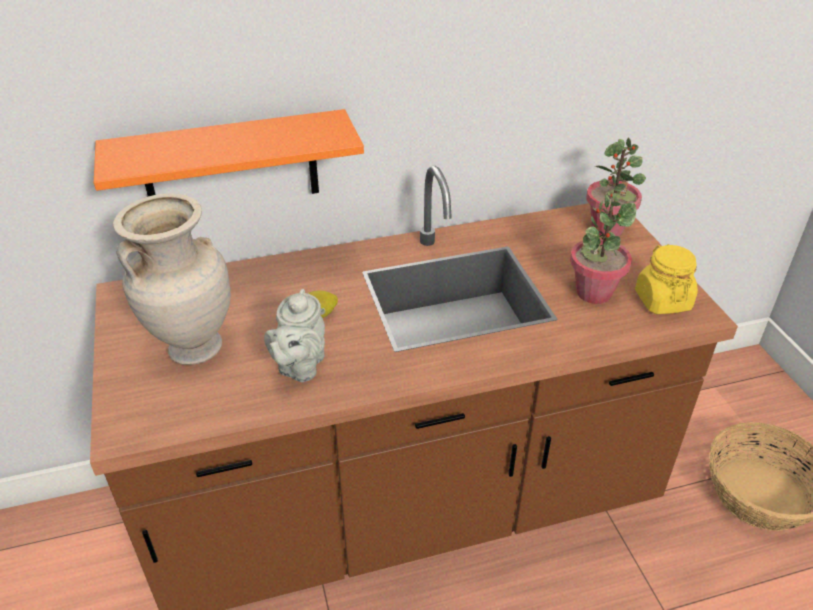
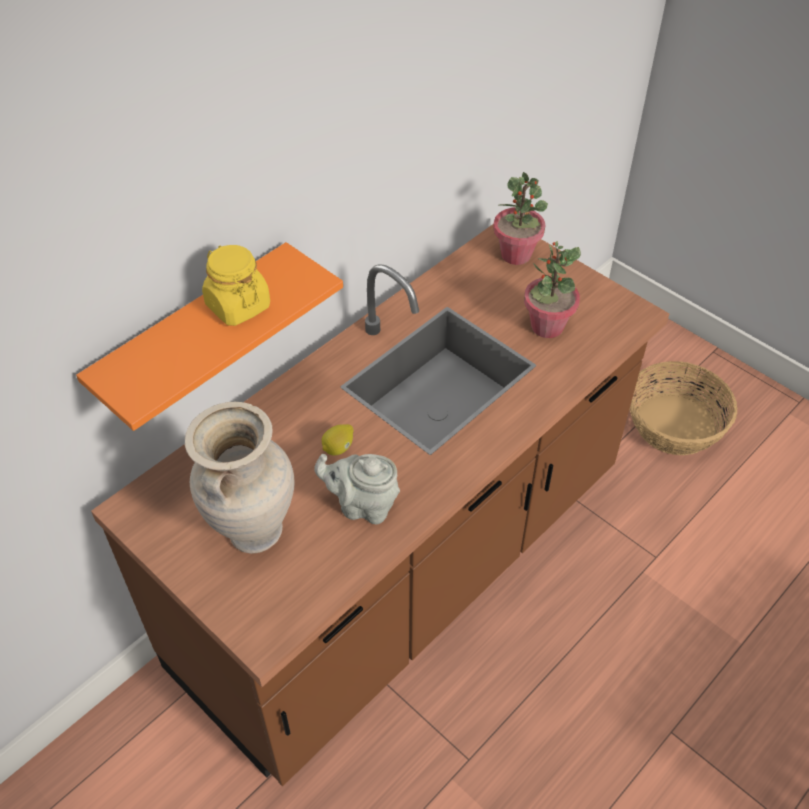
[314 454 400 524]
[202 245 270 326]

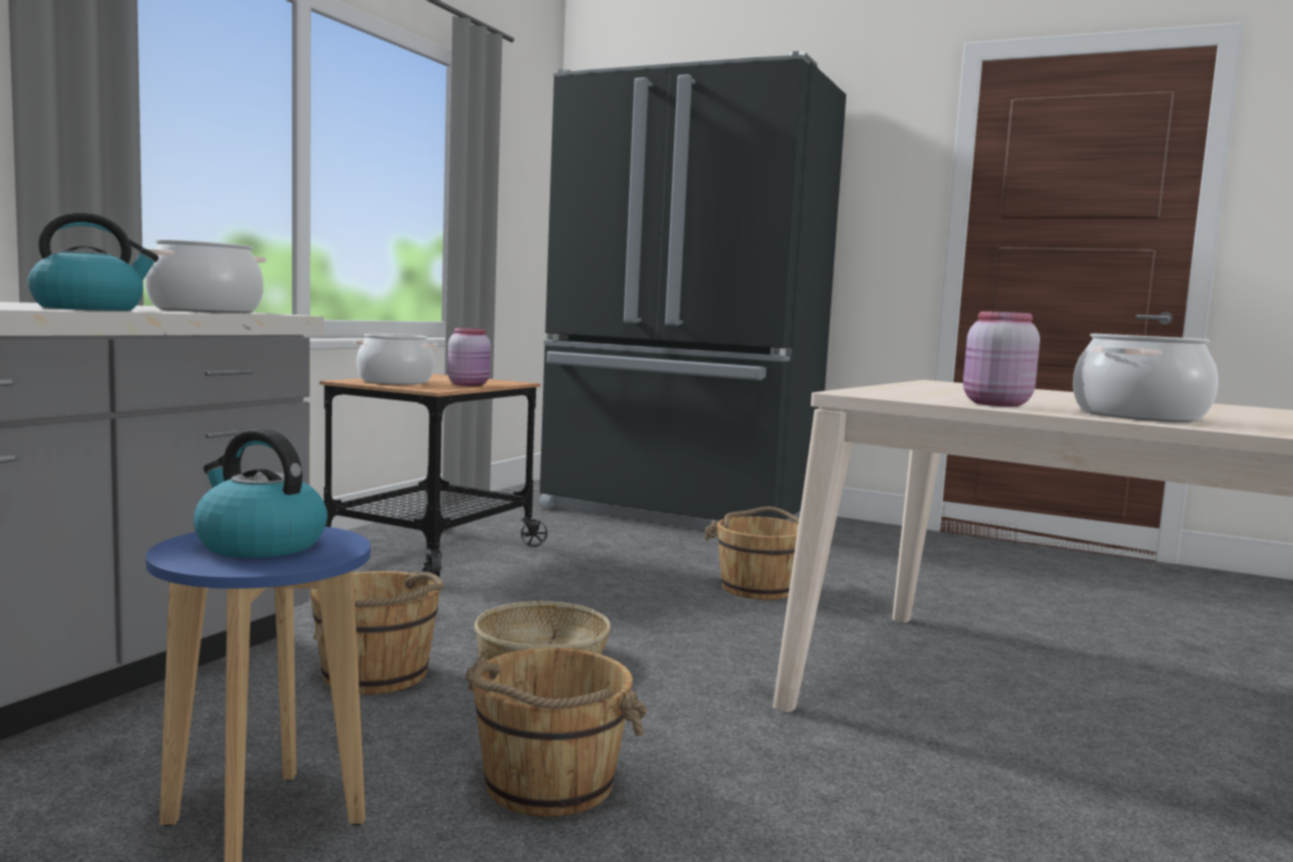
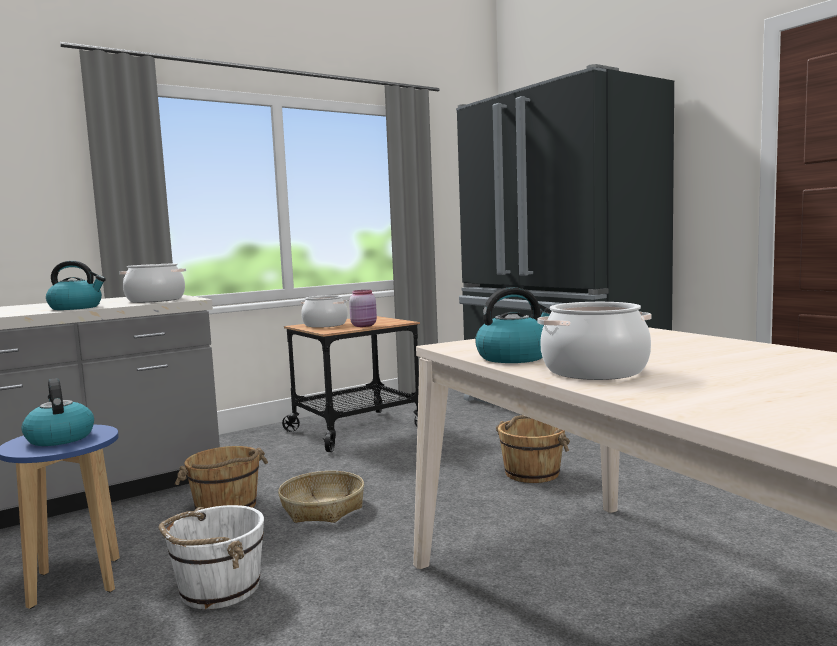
[159 505 264 610]
[475 287 552 363]

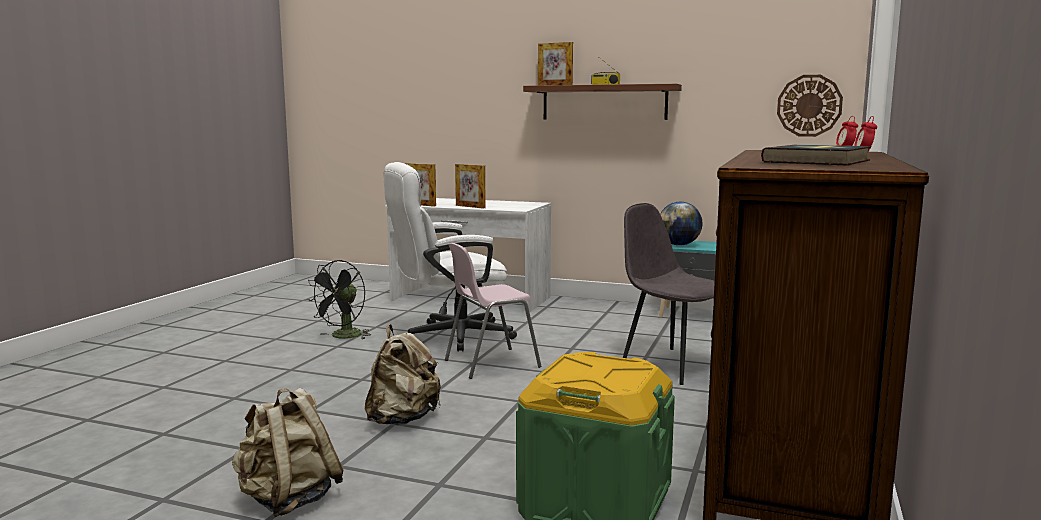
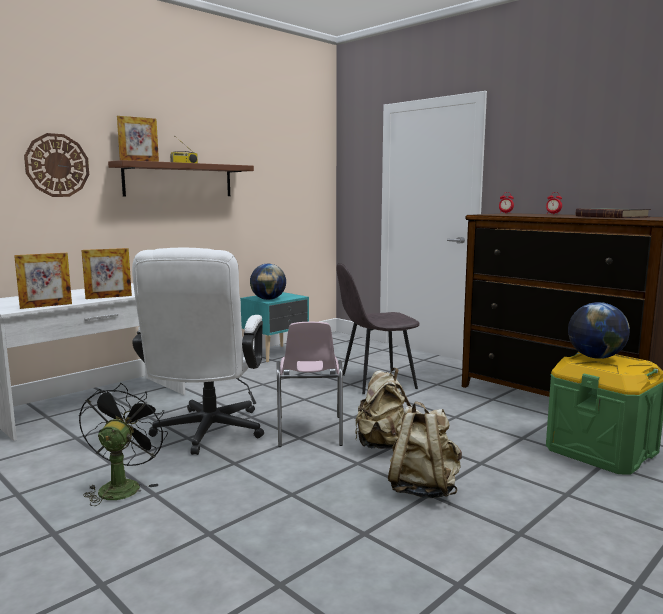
[355 368 412 449]
[79 383 168 506]
[24 133 89 197]
[568 302 630 359]

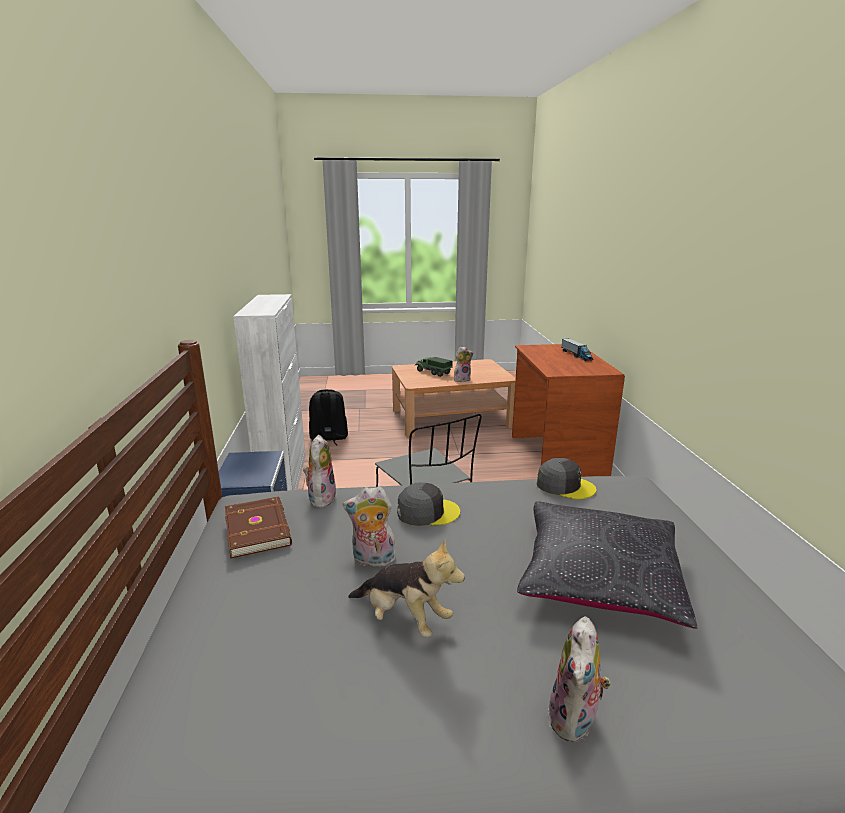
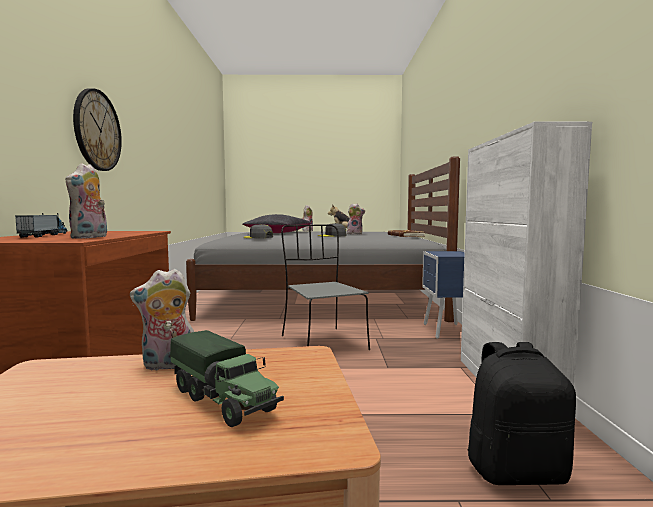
[65 163 107 239]
[73 88 122 171]

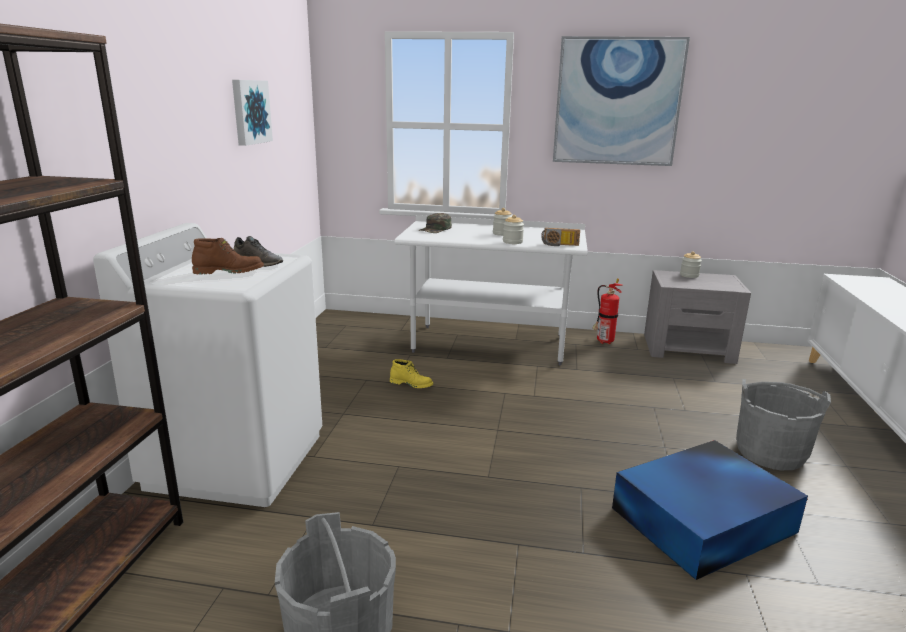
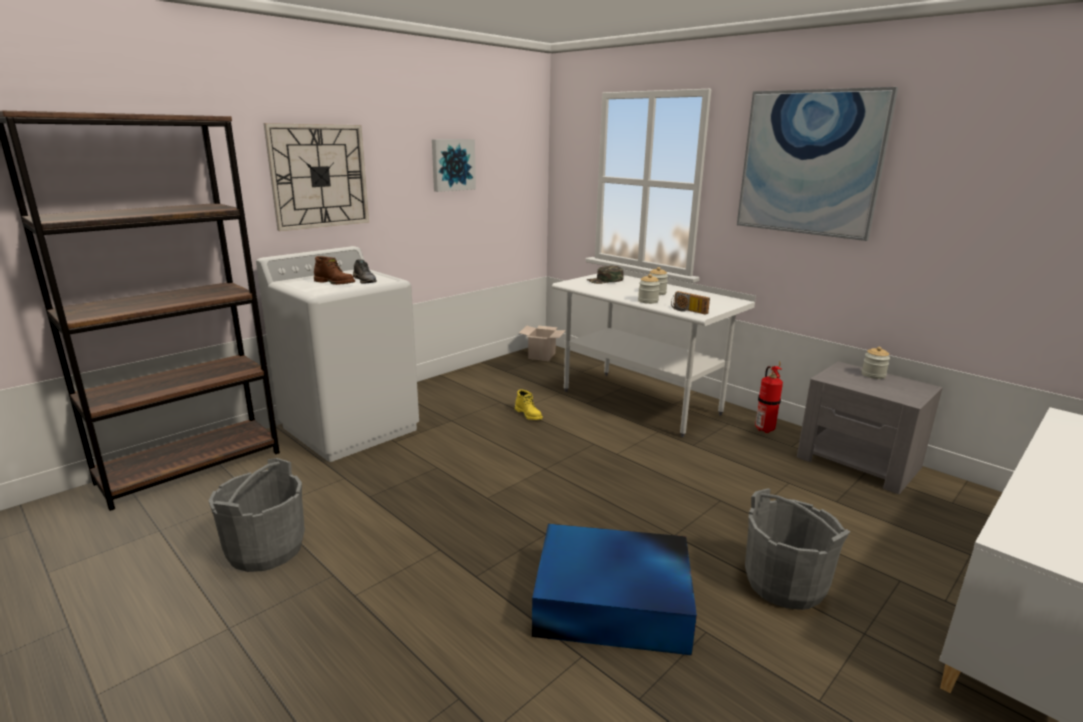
[264 123 369 231]
[519 326 565 361]

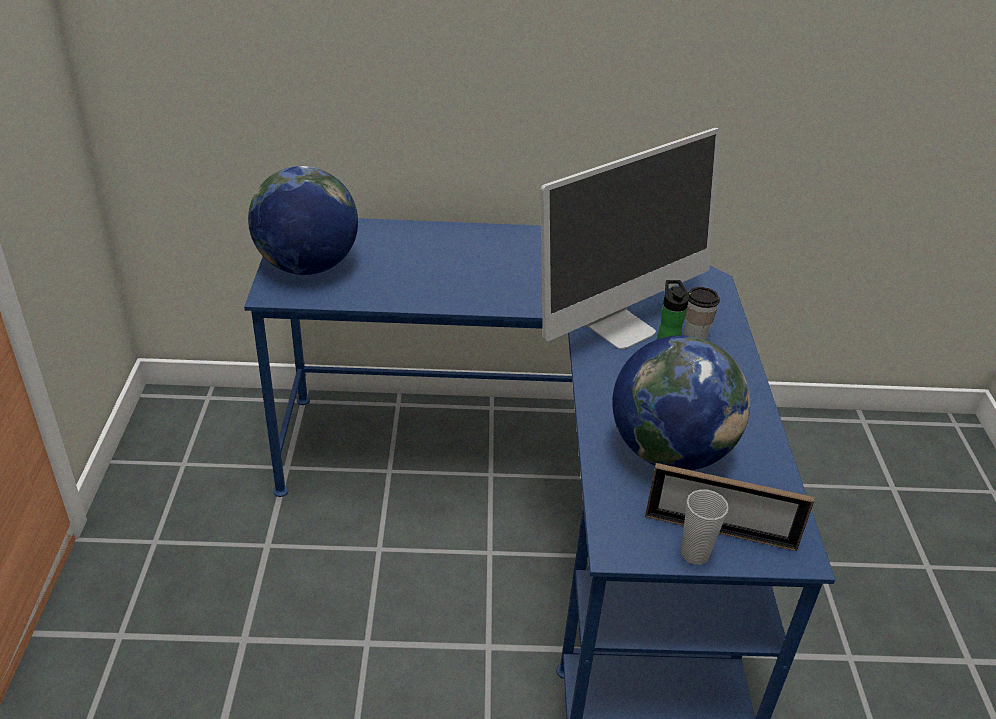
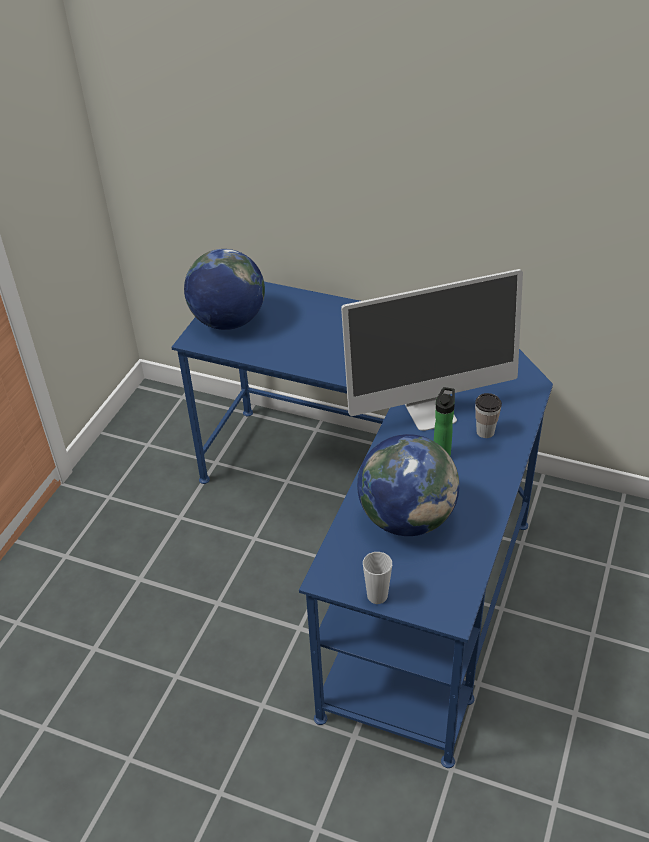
[645 463 814 551] (first image)

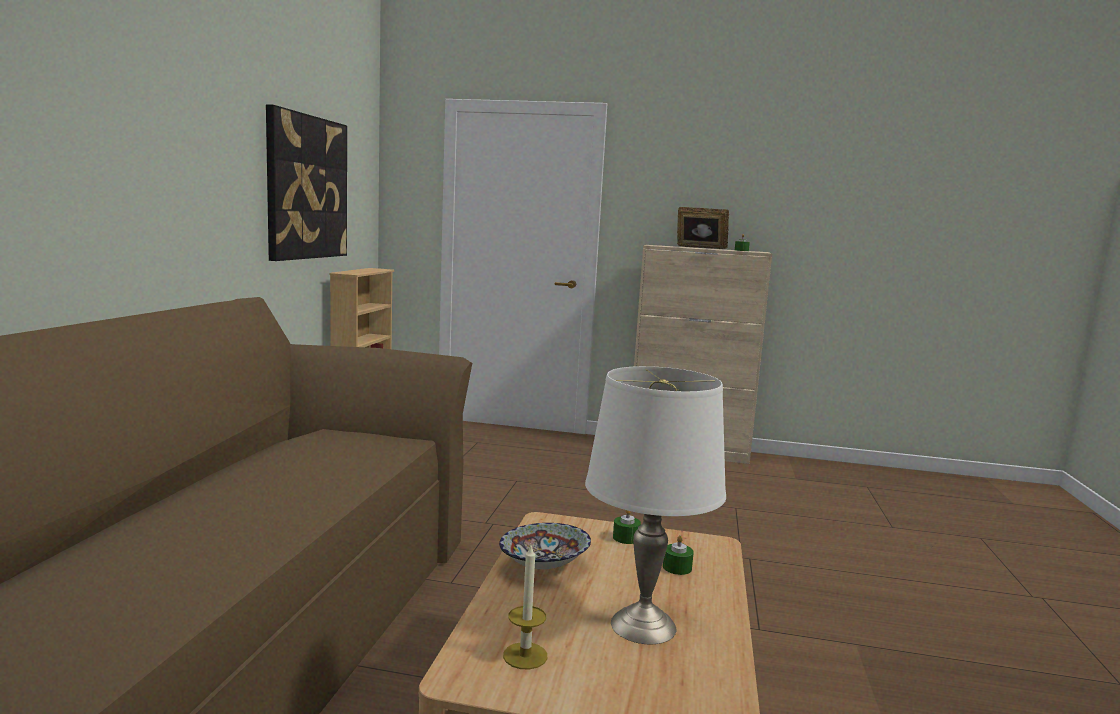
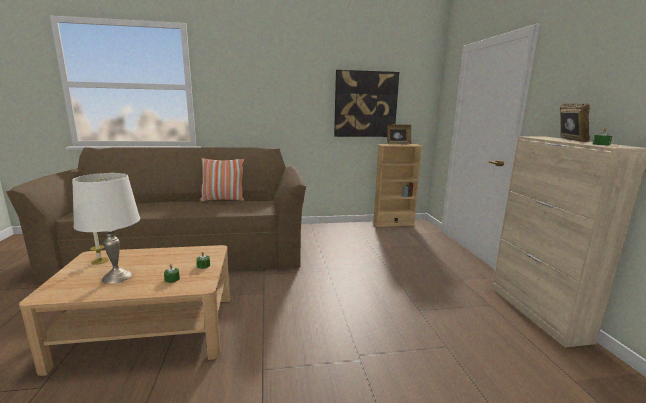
[499 523 591 569] (first image)
[199 158 244 202]
[387 125 412 145]

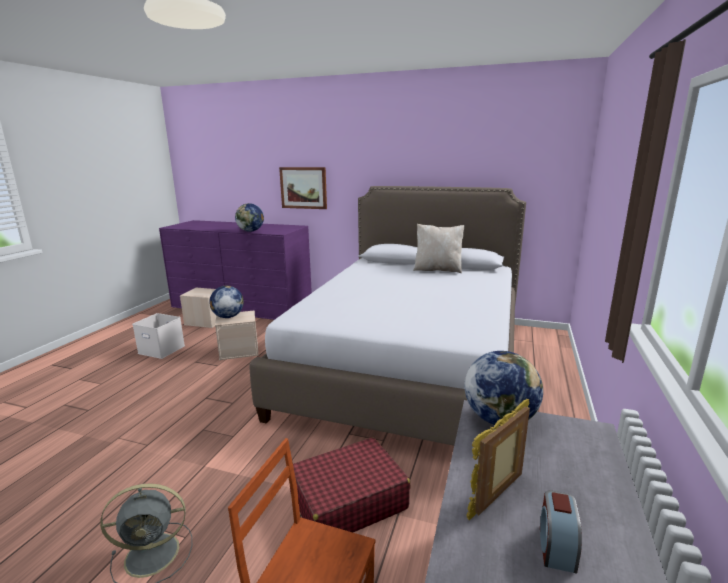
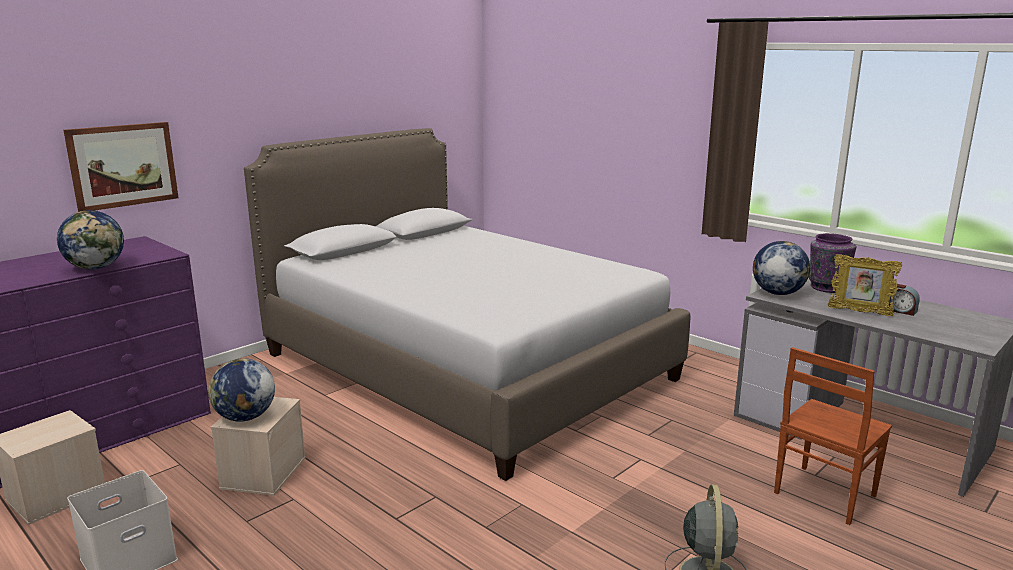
[290 437 410 532] (first image)
[413 224 465 273] (first image)
[828 254 902 316]
[808 233 856 293]

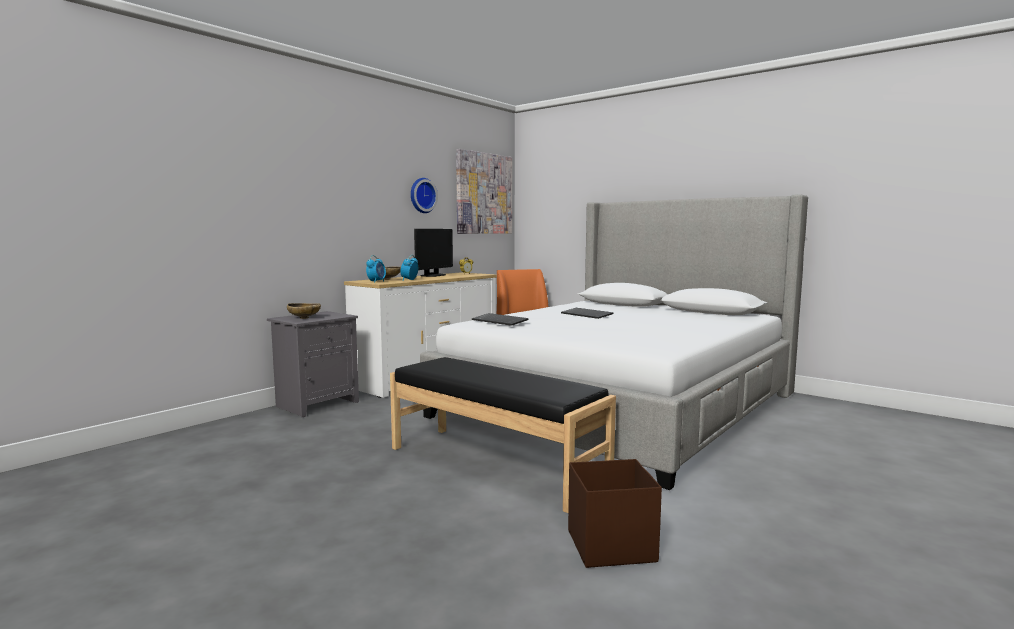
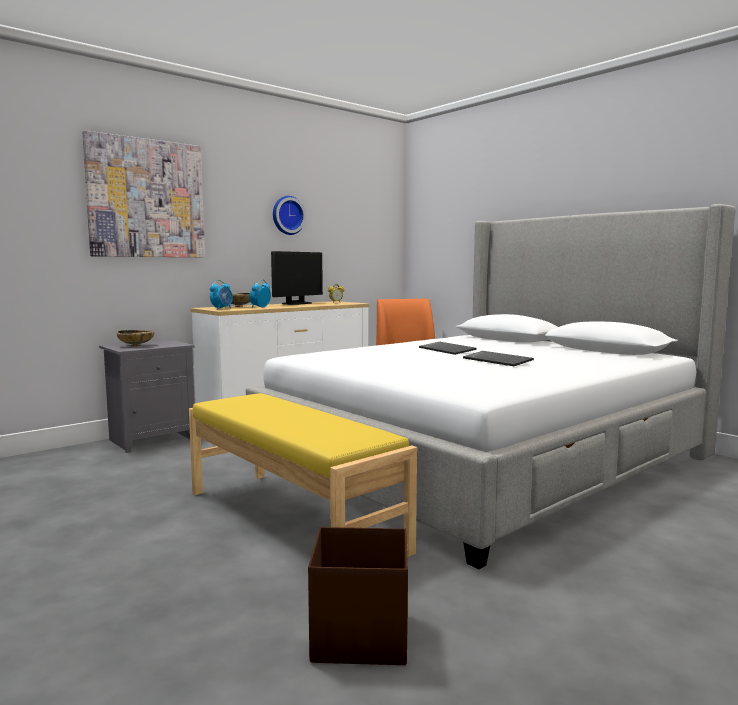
[189 393 417 557]
[82 130 205 257]
[463 351 534 366]

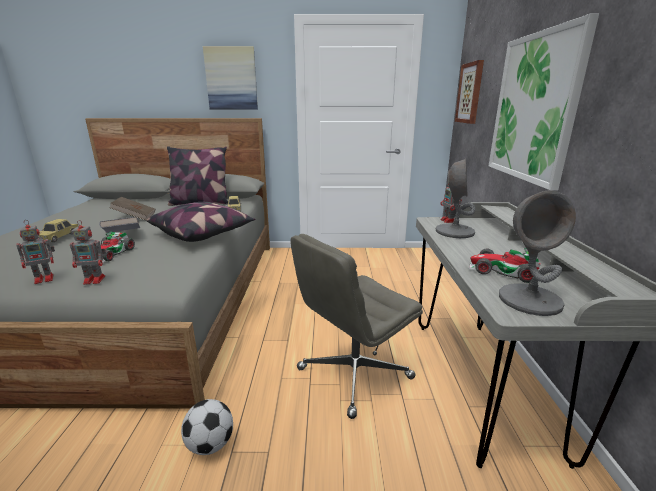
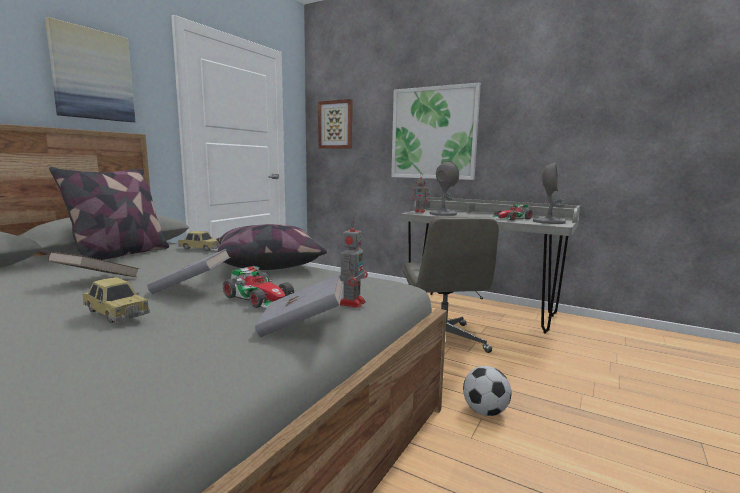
[255 275 344 337]

